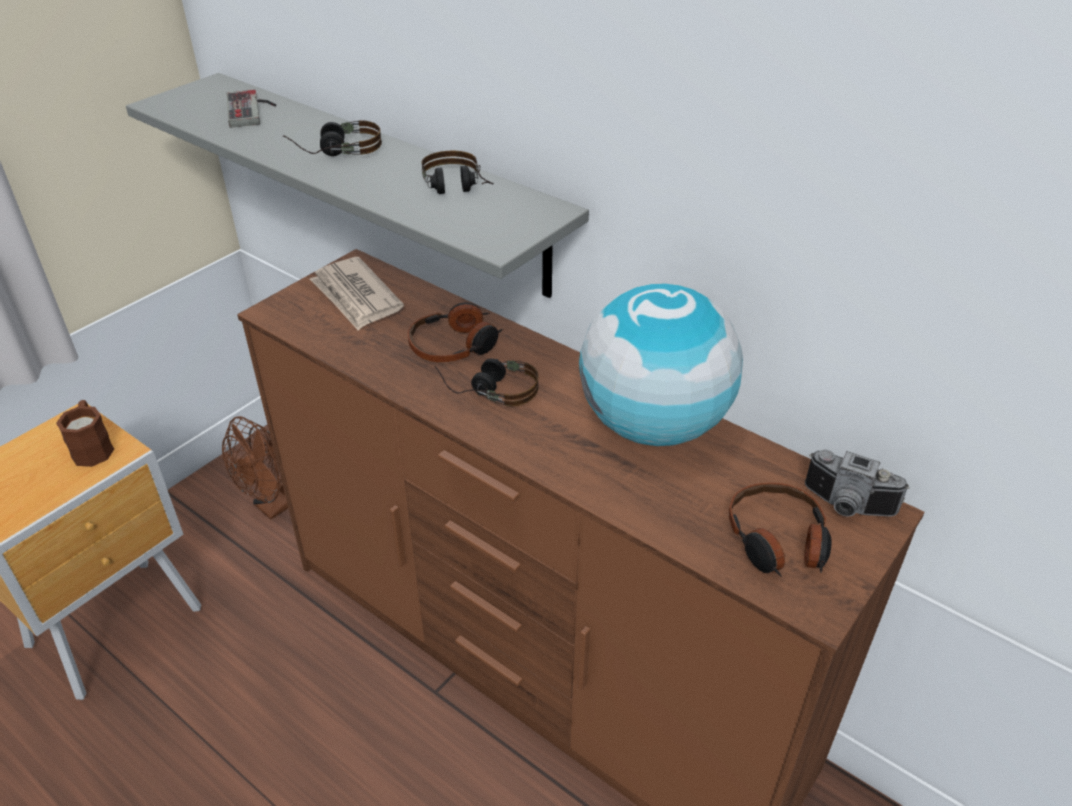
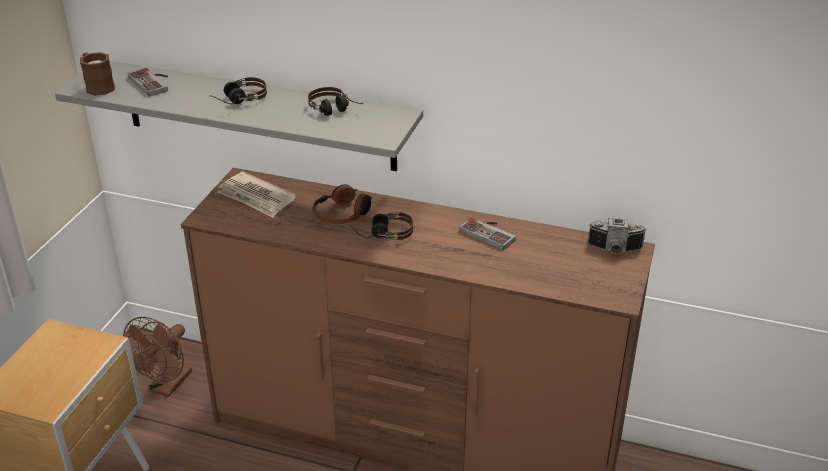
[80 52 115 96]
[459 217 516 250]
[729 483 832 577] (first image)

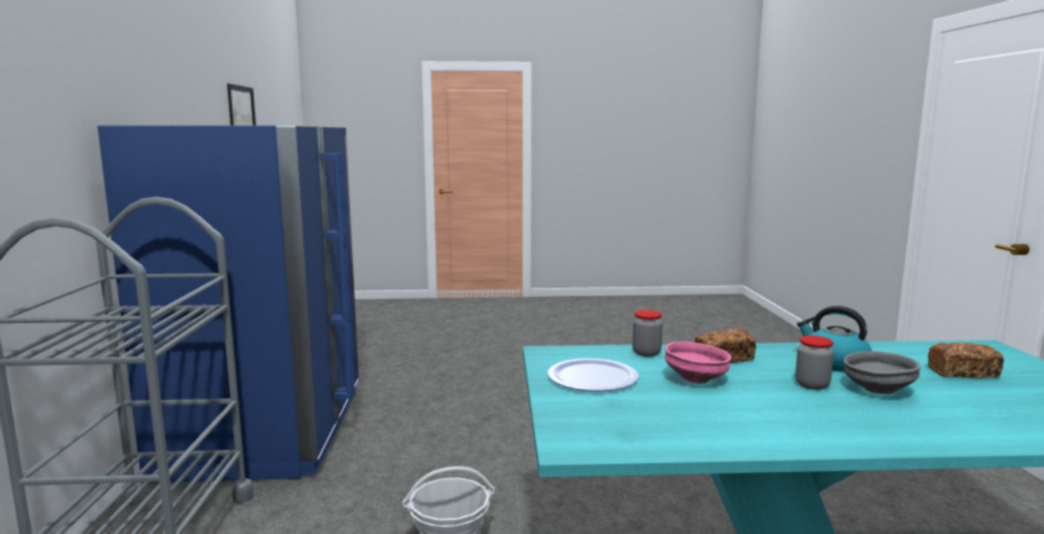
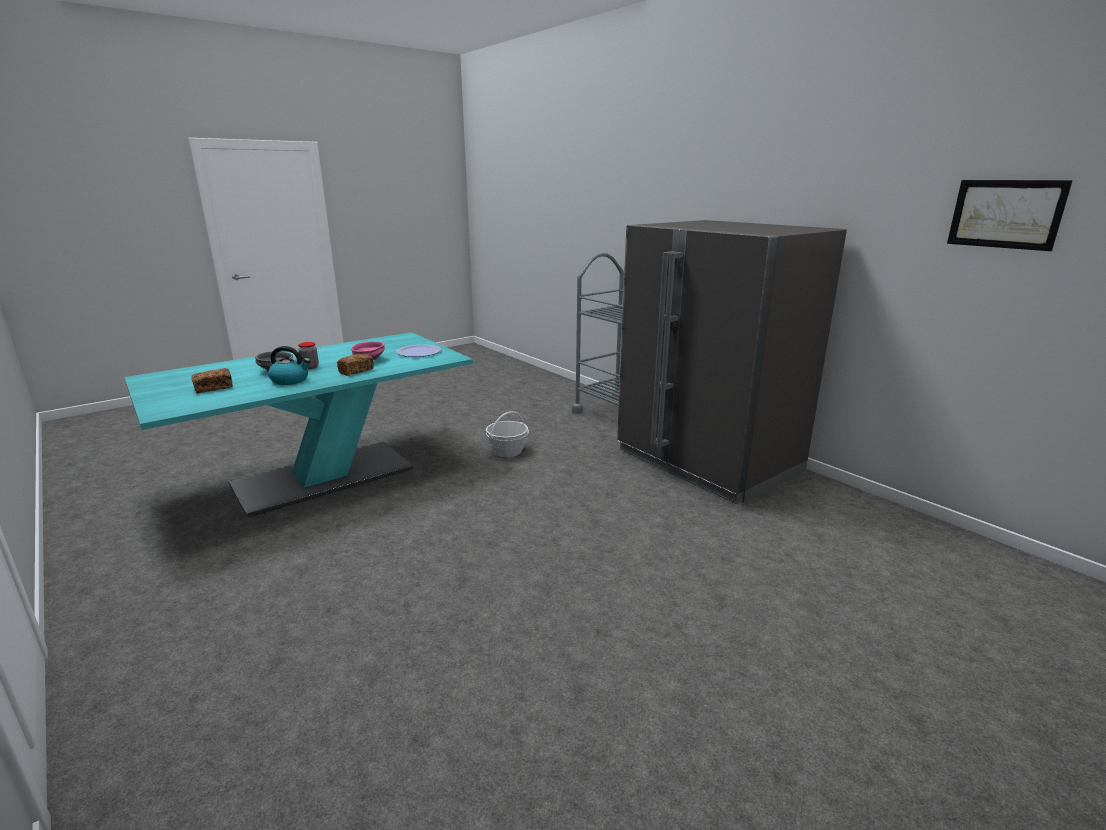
[617 220 847 504]
[632 310 663 357] (first image)

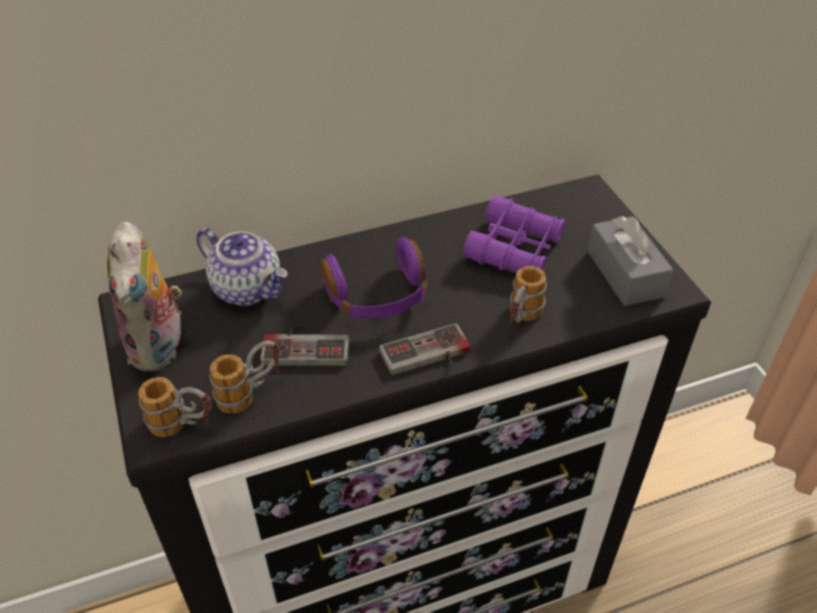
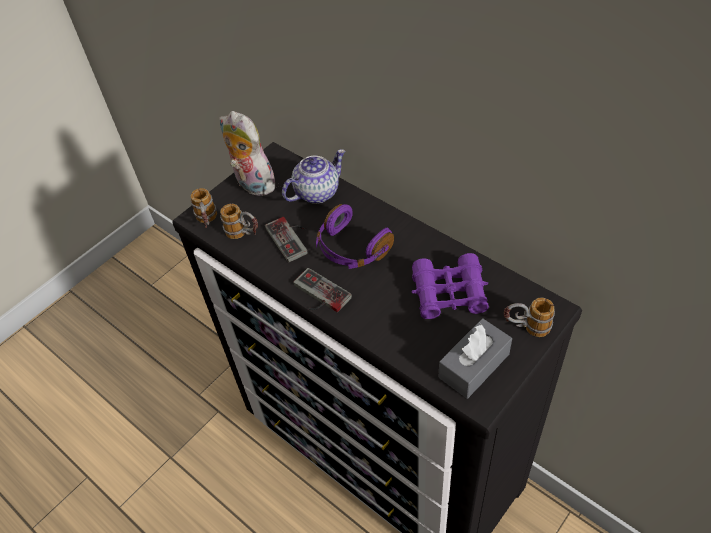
[219 111 280 196]
[282 149 345 204]
[504 298 555 337]

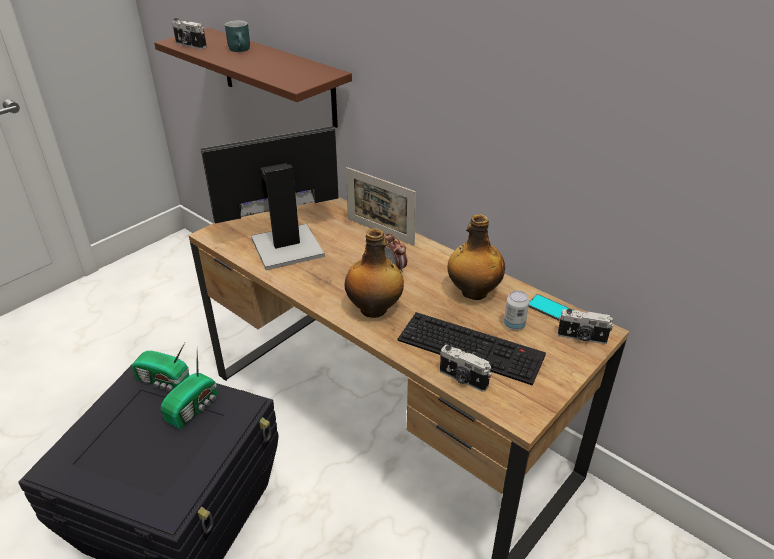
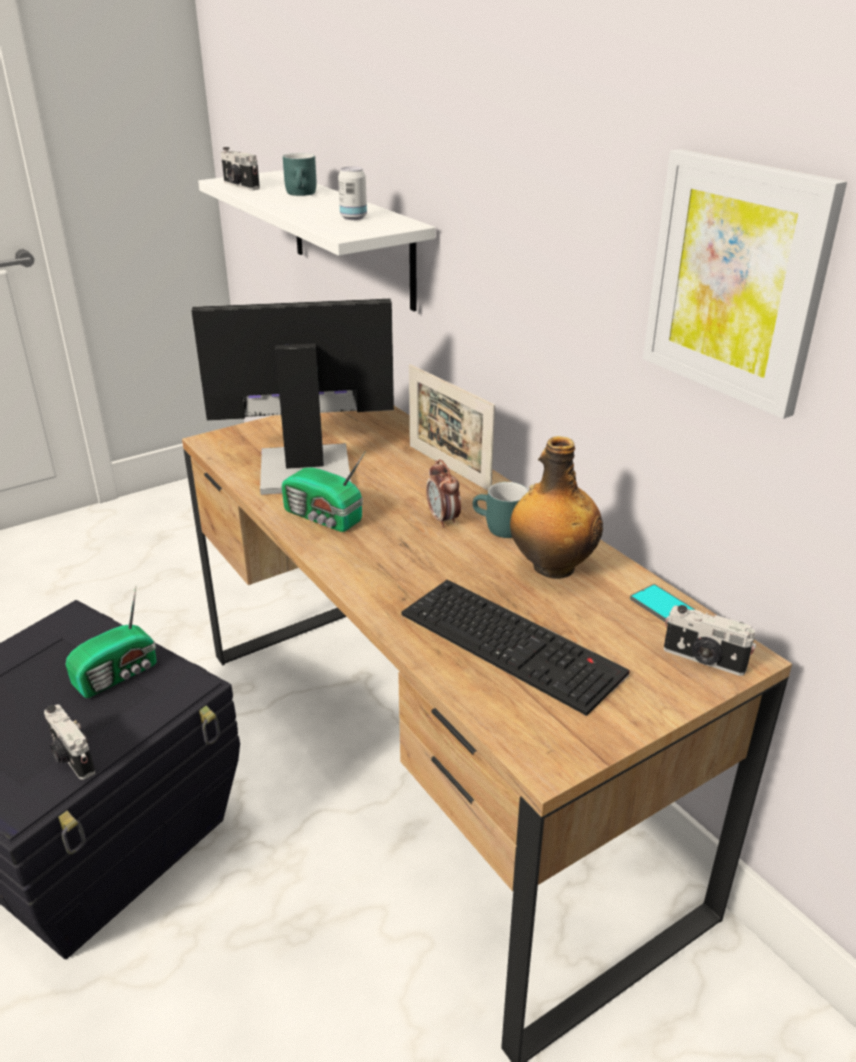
[282 451 366 532]
[198 171 435 311]
[344 228 404 318] (first image)
[44 704 95 780]
[338 166 367 220]
[473 482 528 538]
[643 149 847 419]

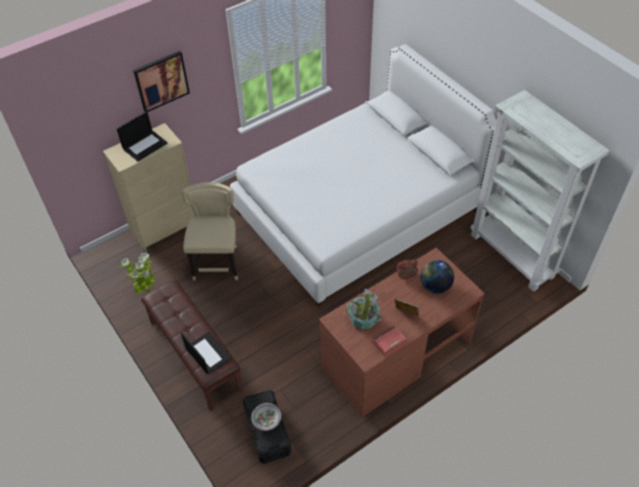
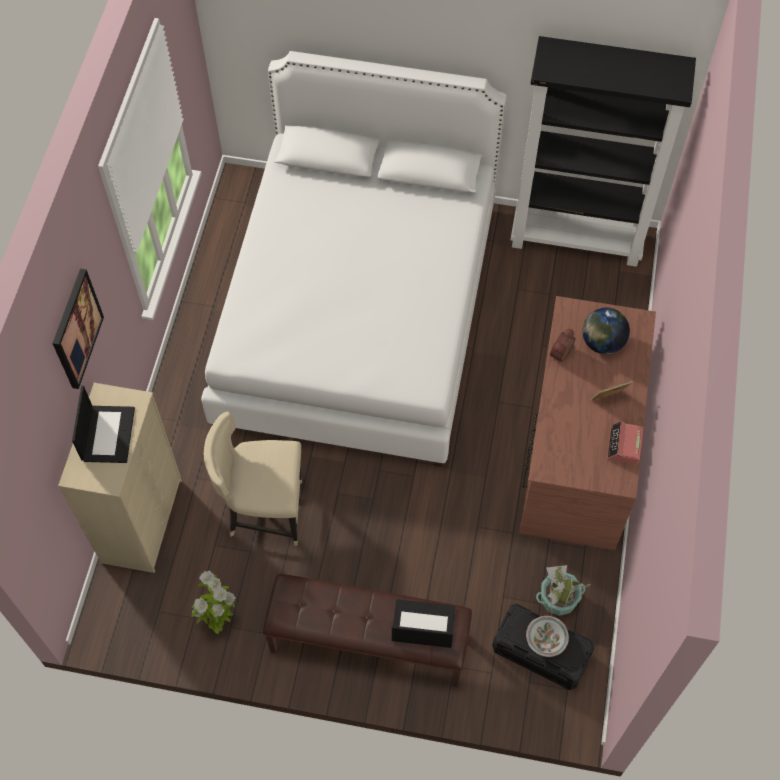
[204 412 302 546]
[536 565 590 616]
[510 36 696 267]

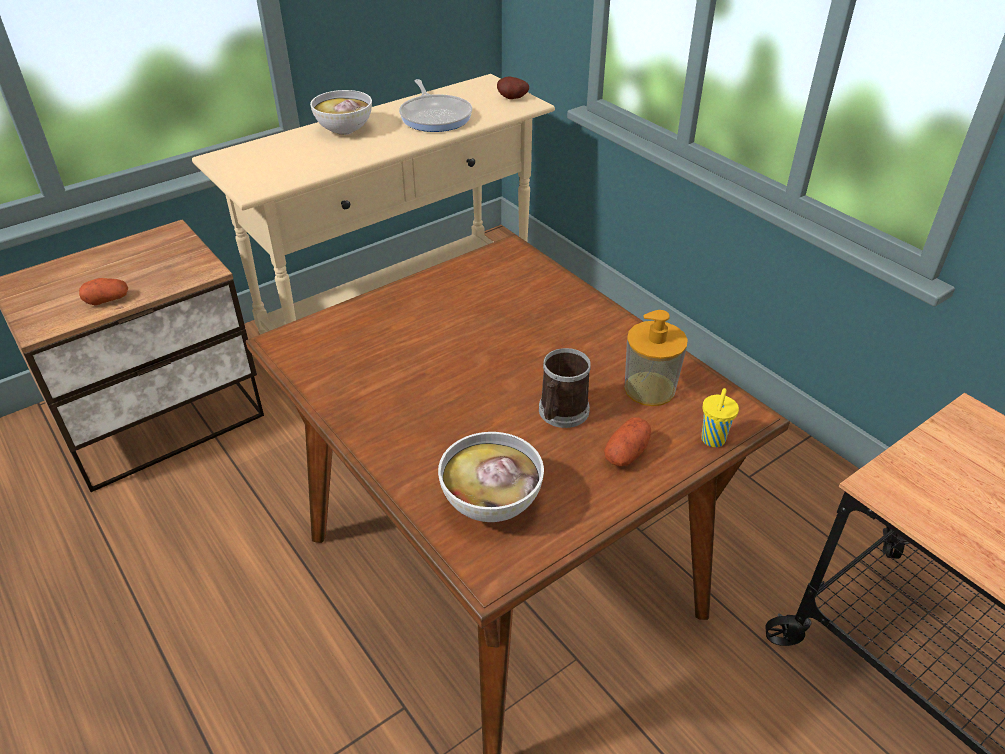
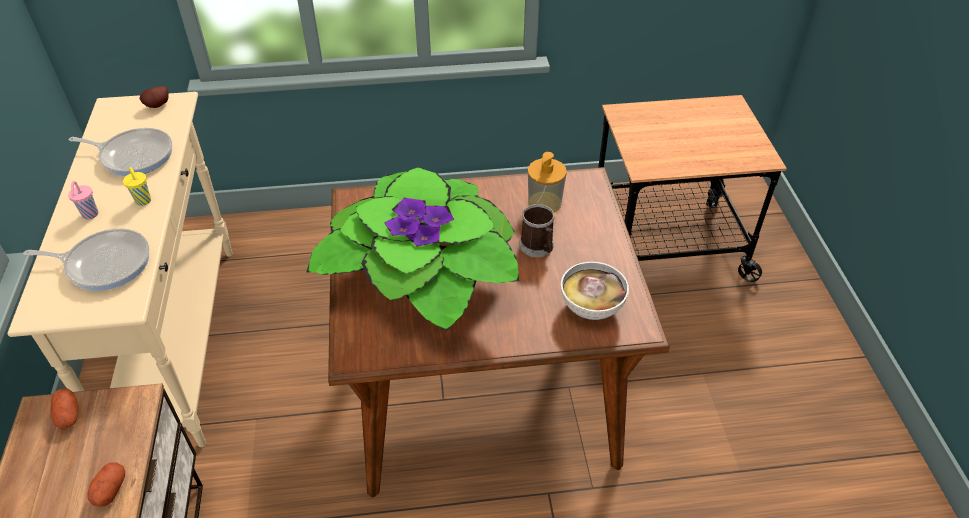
[68 181 98 220]
[51 388 78 429]
[123 167 151 206]
[24 228 150 291]
[307 167 519 331]

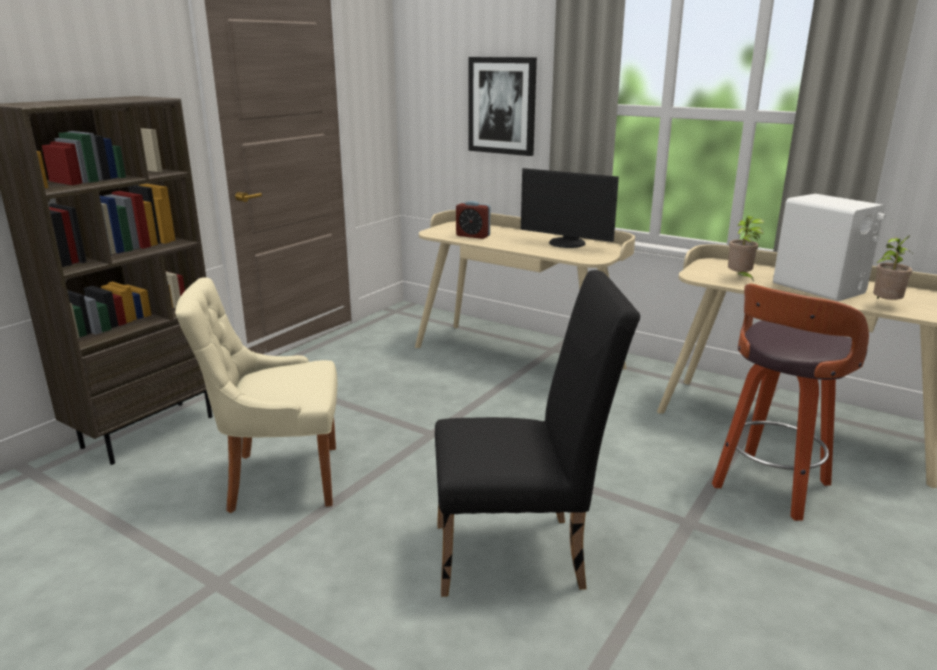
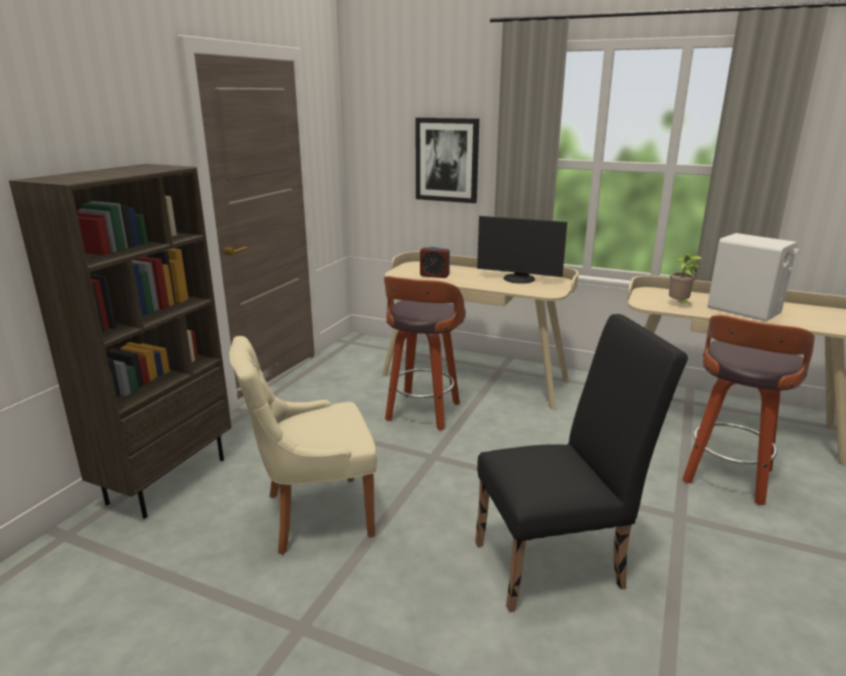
[873 234 912 300] (first image)
[384 276 466 430]

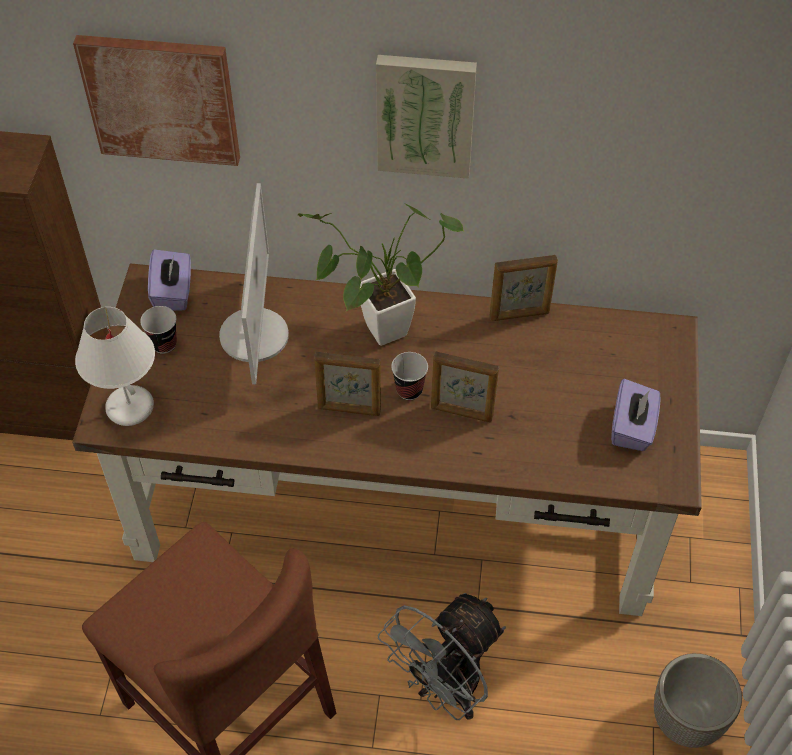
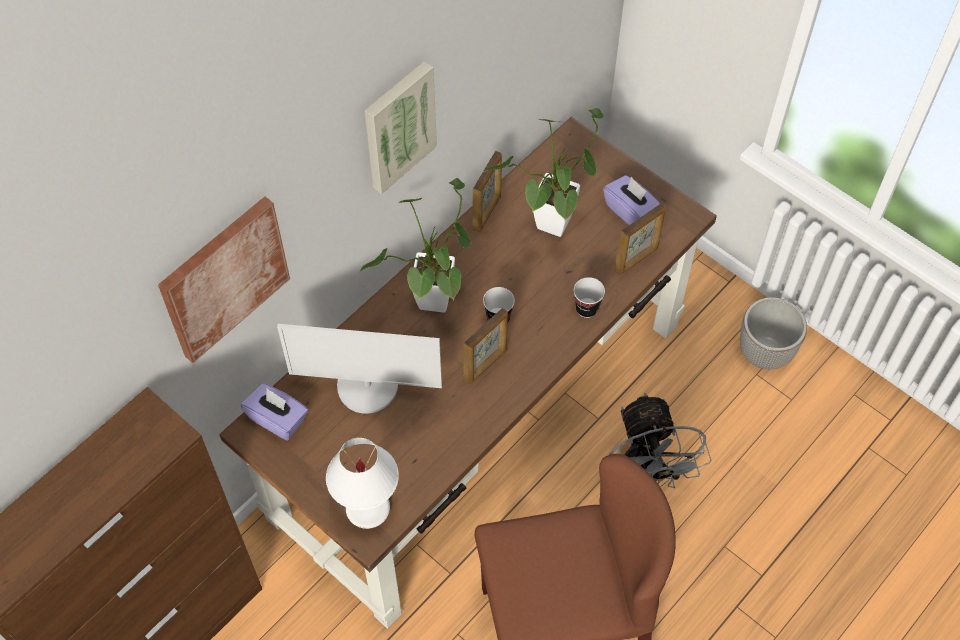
[574 277 605 318]
[277 324 442 414]
[614 203 666 275]
[485 108 604 237]

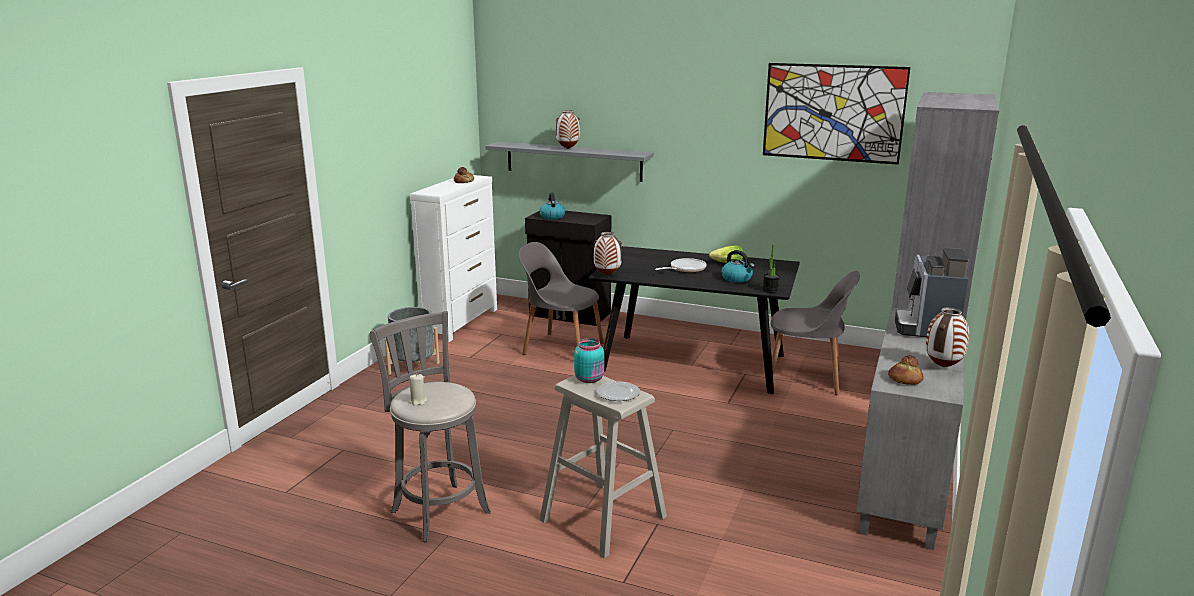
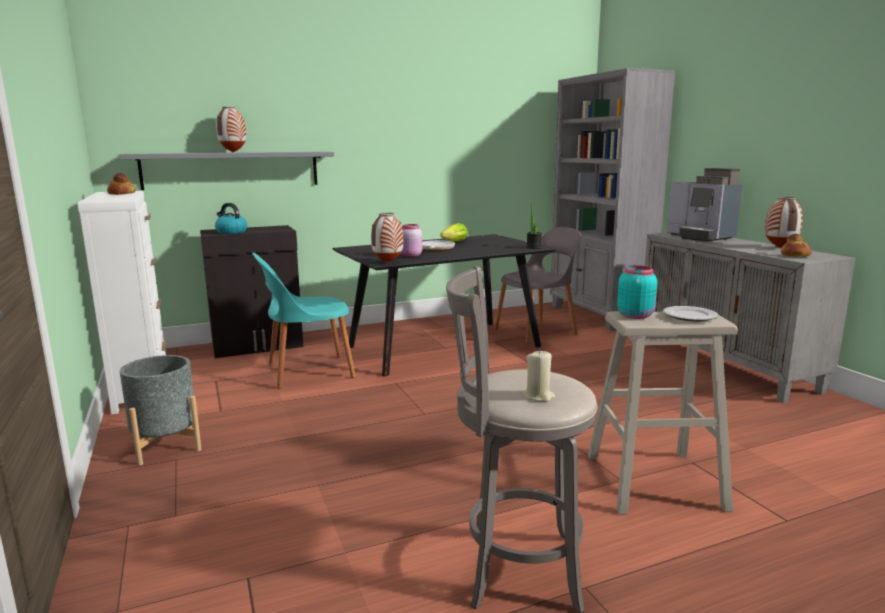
[252 253 356 389]
[722 250 755 283] (first image)
[763 63 910 165] (first image)
[401 224 422 257]

